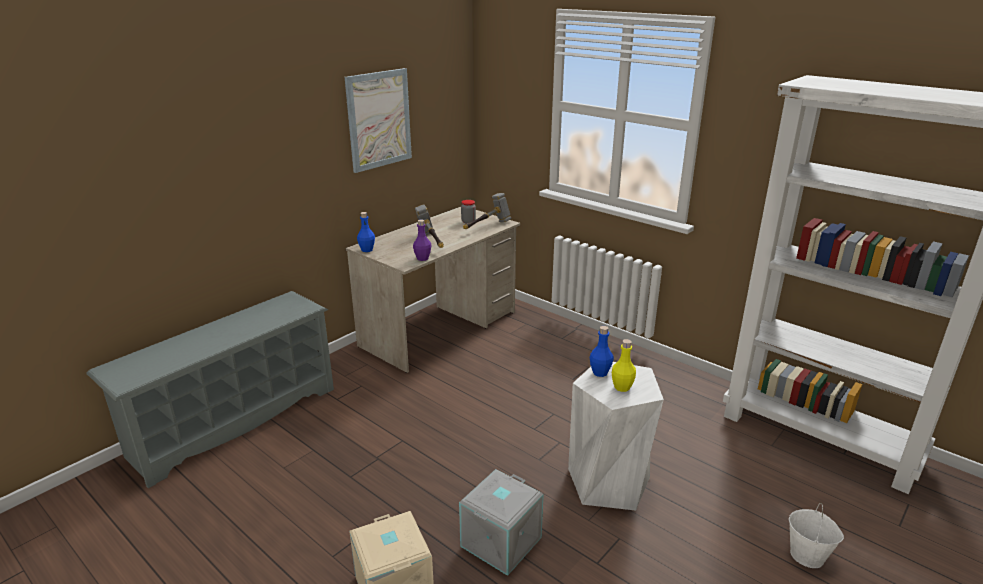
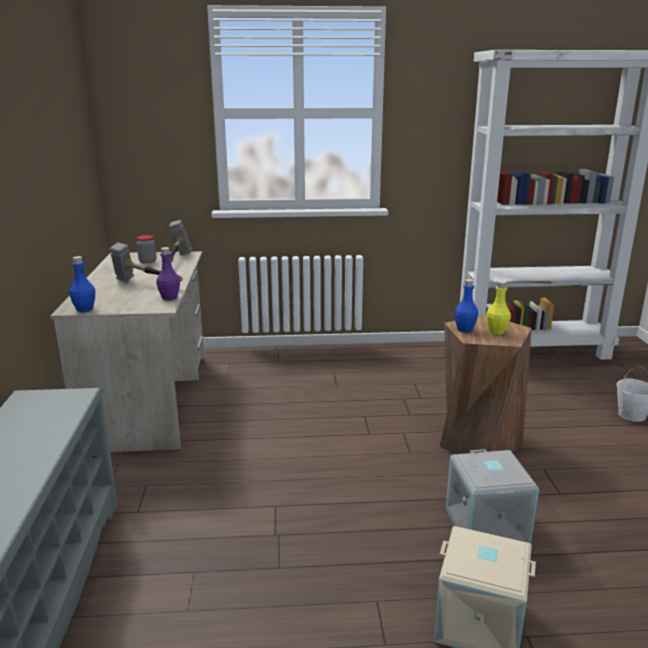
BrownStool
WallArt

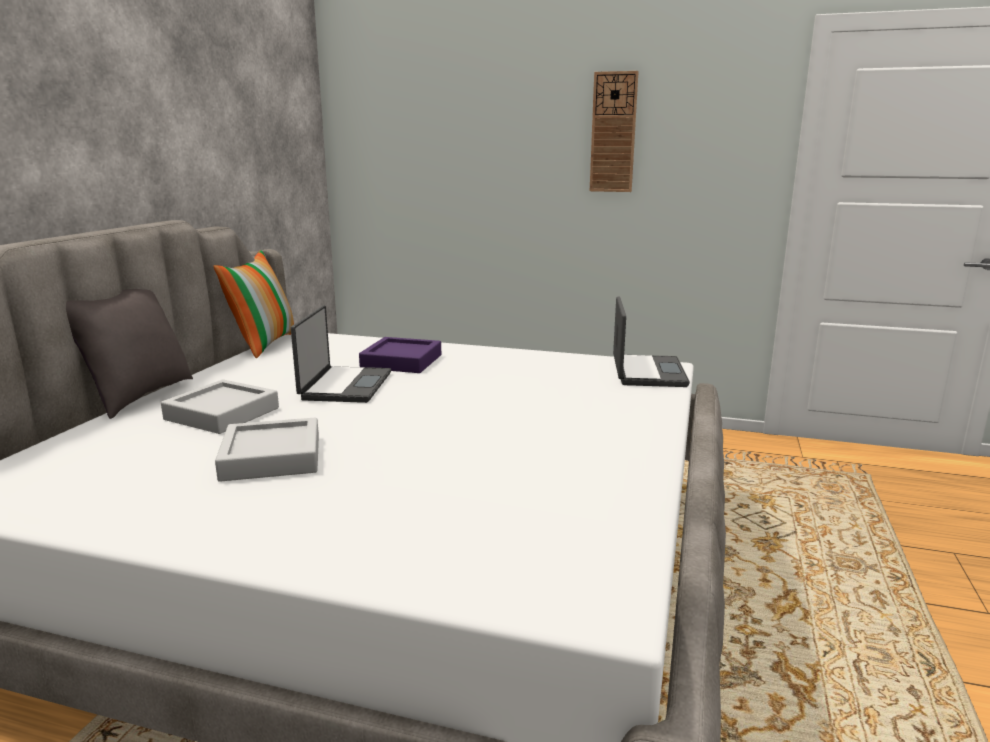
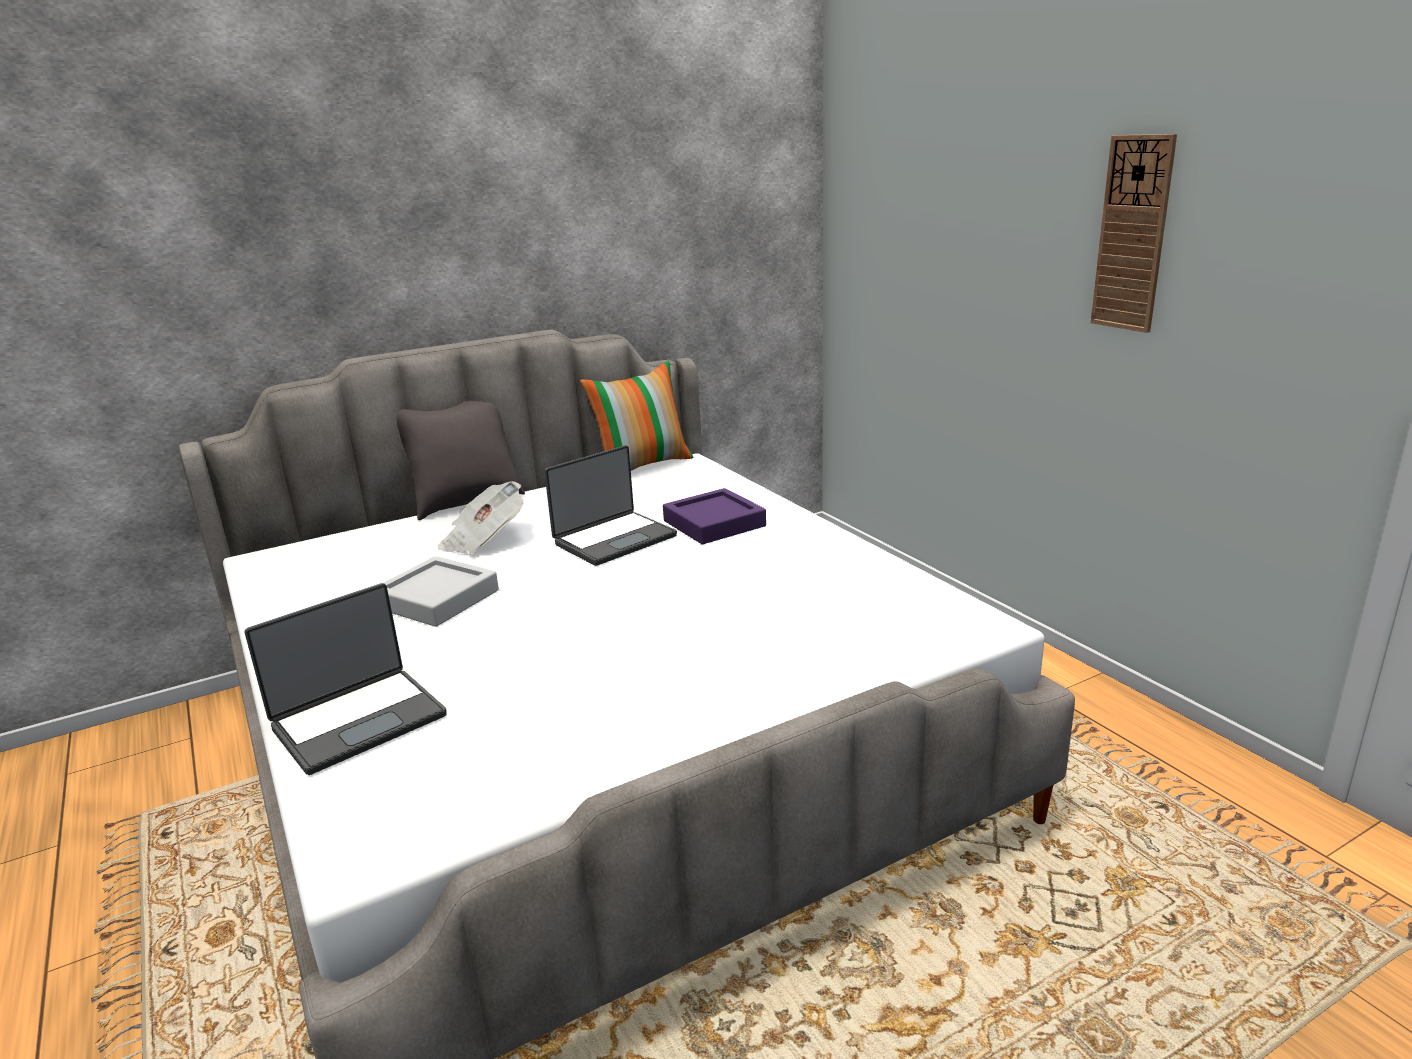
PortableComputer (no. 1 from left)
Newspaper

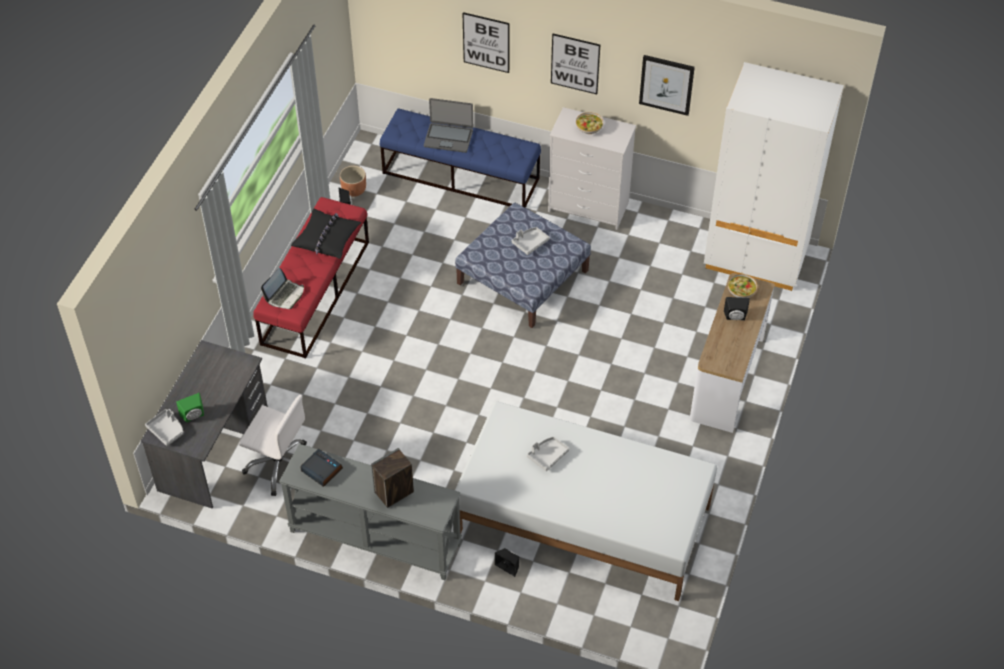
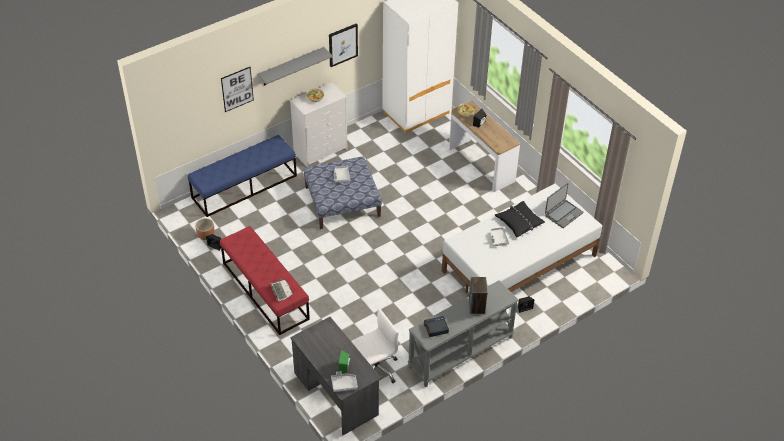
GreyishBracketShelf
BlackishThrowPillow
PortableComputer (no. 2 from left)

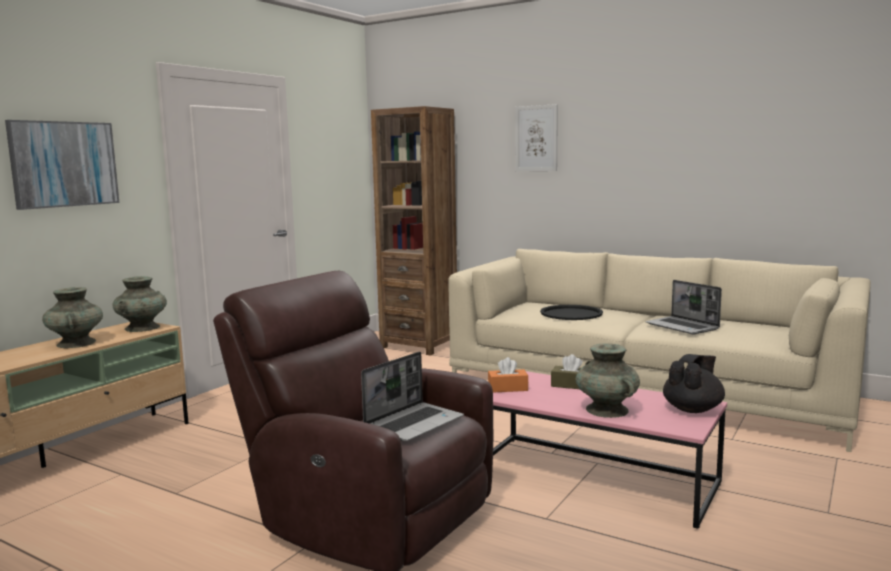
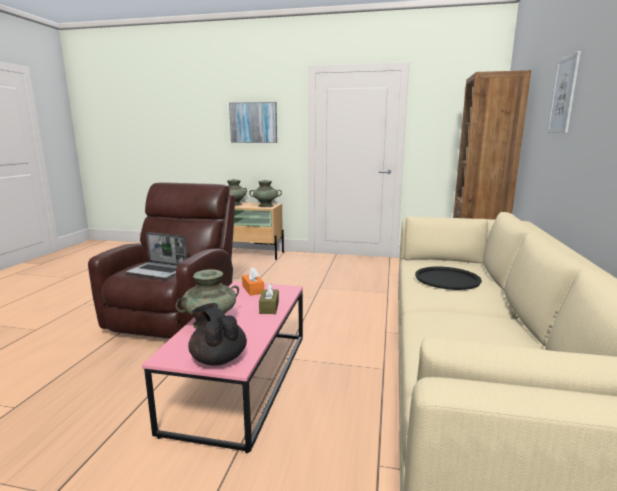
BlackishPotForTea
PortableComputer (no. 2 from left in the first image)

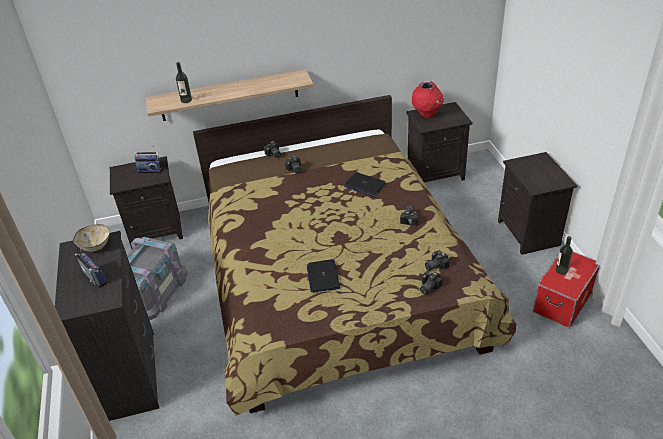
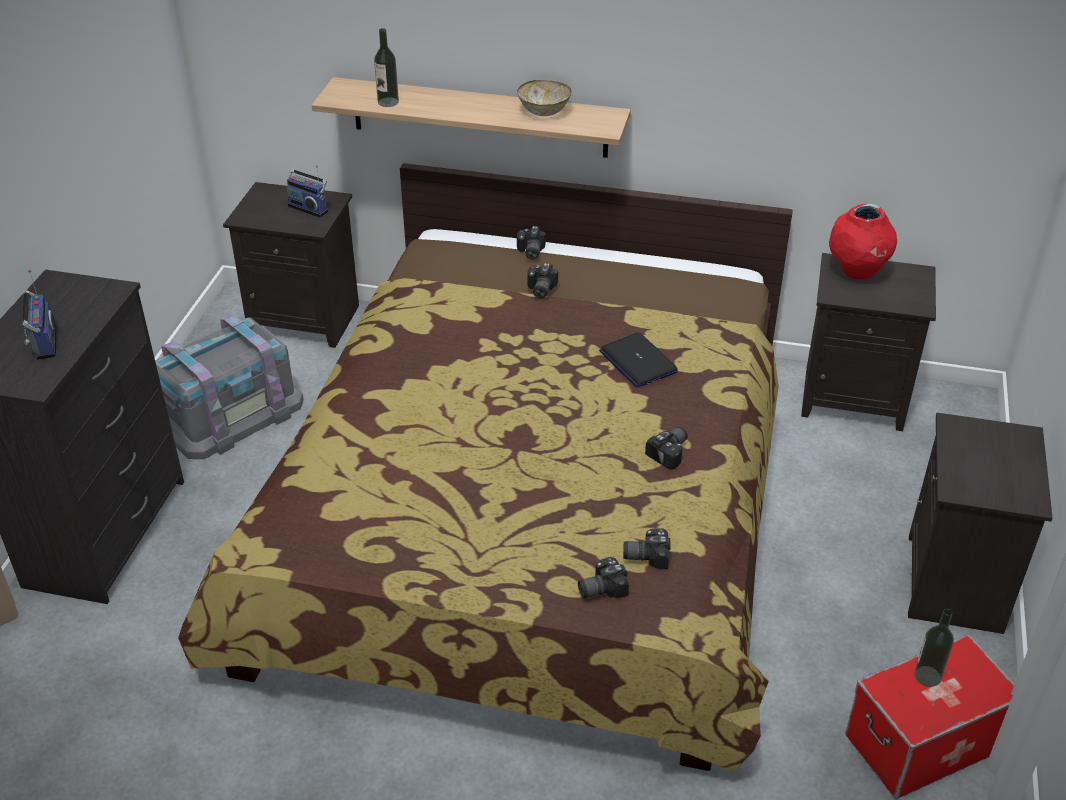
ServingBowl
PortableComputer (no. 1 from left in the first image)

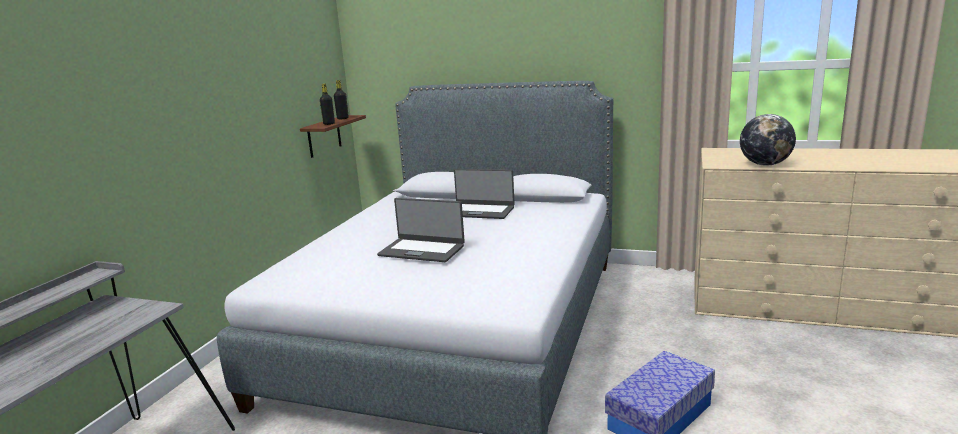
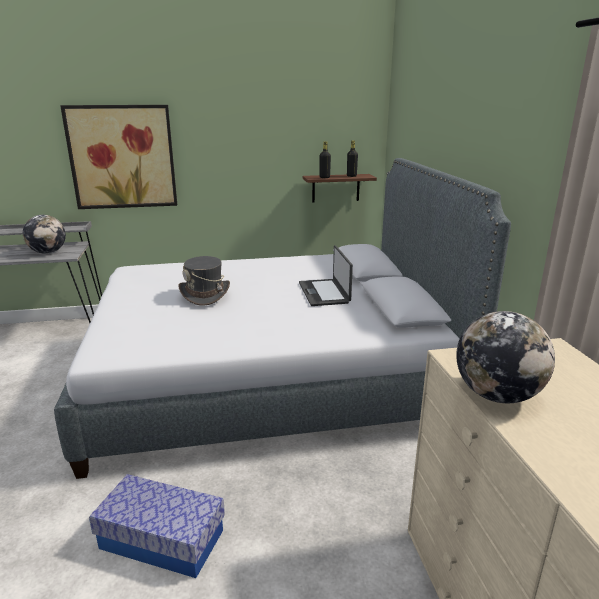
DeskGlobe (no. 1 from left)
WallArt
GreyishWearableHat

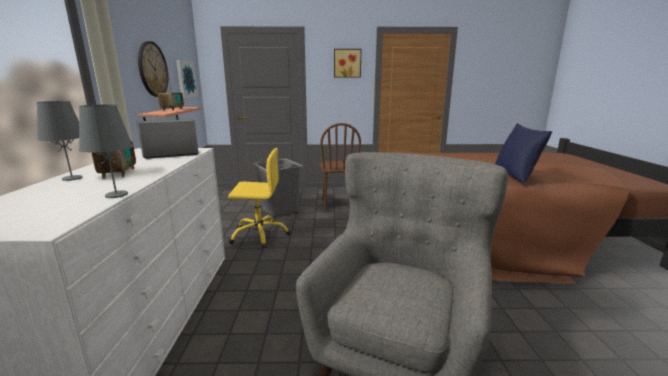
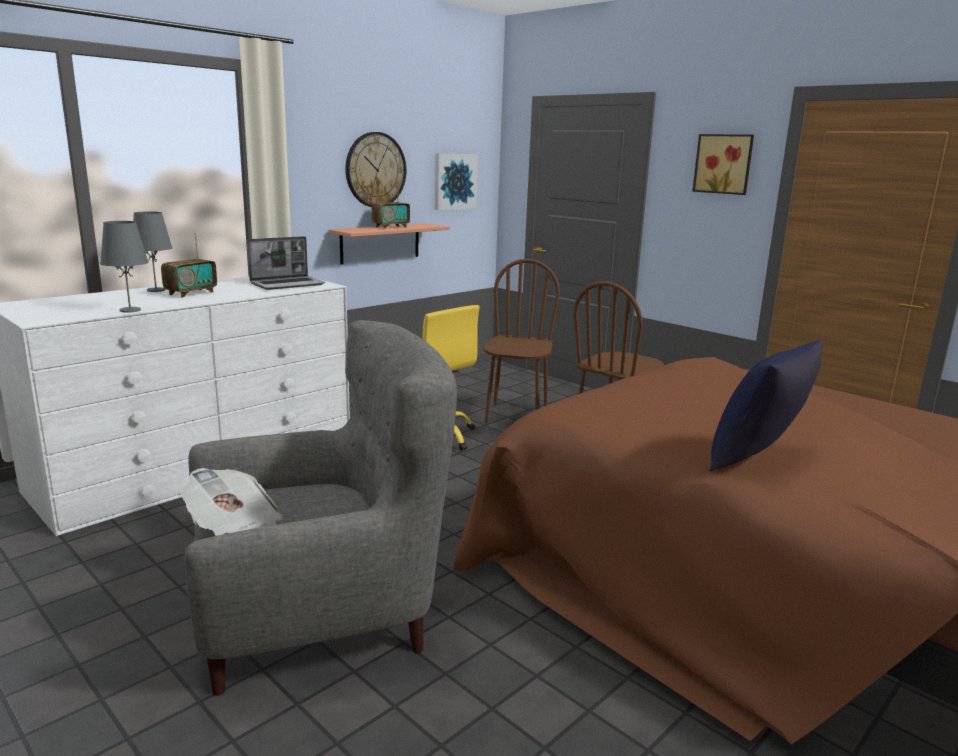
Newspaper
PortableComputer
BrownChair (no. 1 from left)

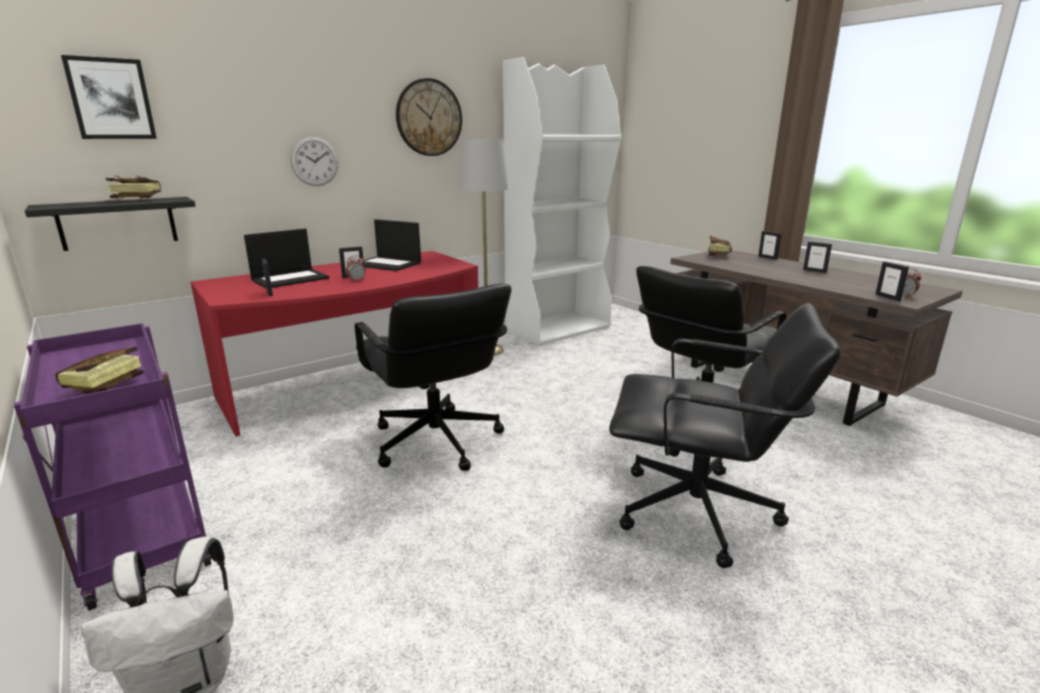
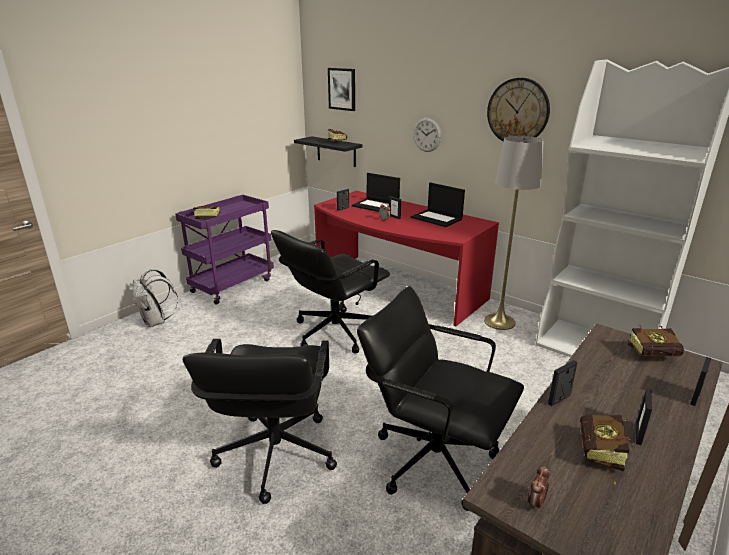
PortableComputer (no. 2 from left)
PictureFrame (no. 3 from left)
Volume (no. 3 from left)

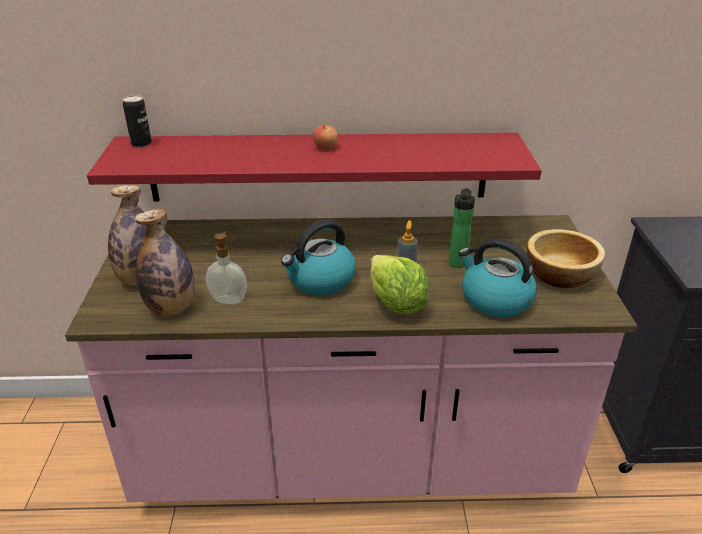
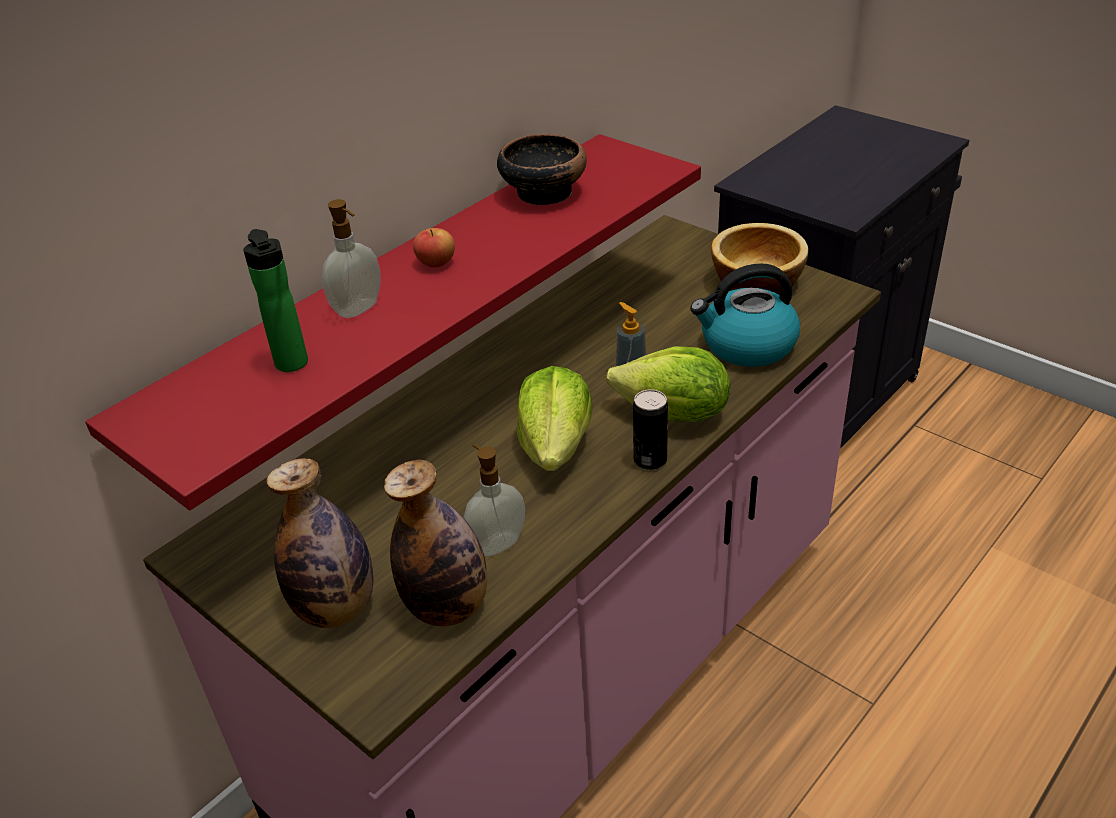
Bottle (no. 1 from left)
SoapDispenser (no. 1 from left)
ServingBowl (no. 1 from left)
LettuceHead (no. 1 from left)
SealedCan

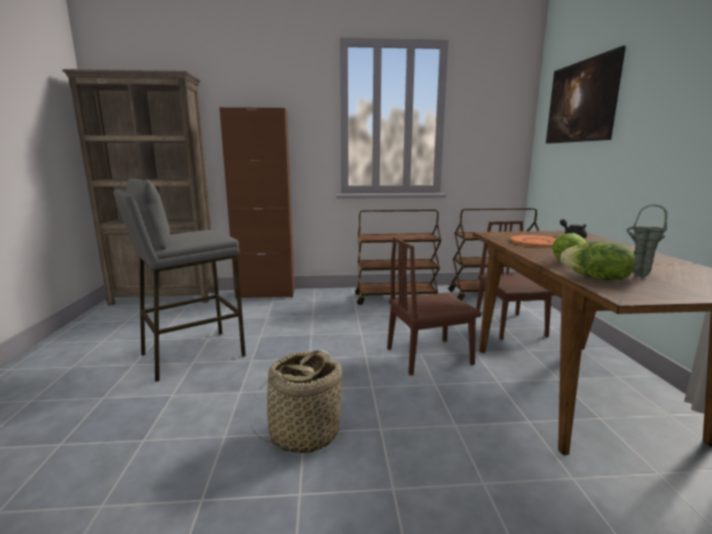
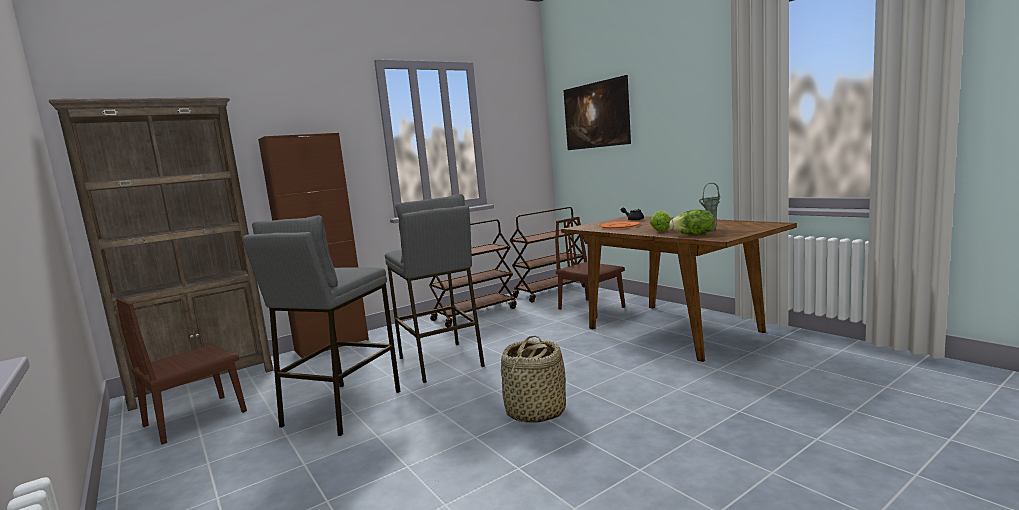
BrownChair (no. 1 from left)
GreyishStool (no. 2 from left)

